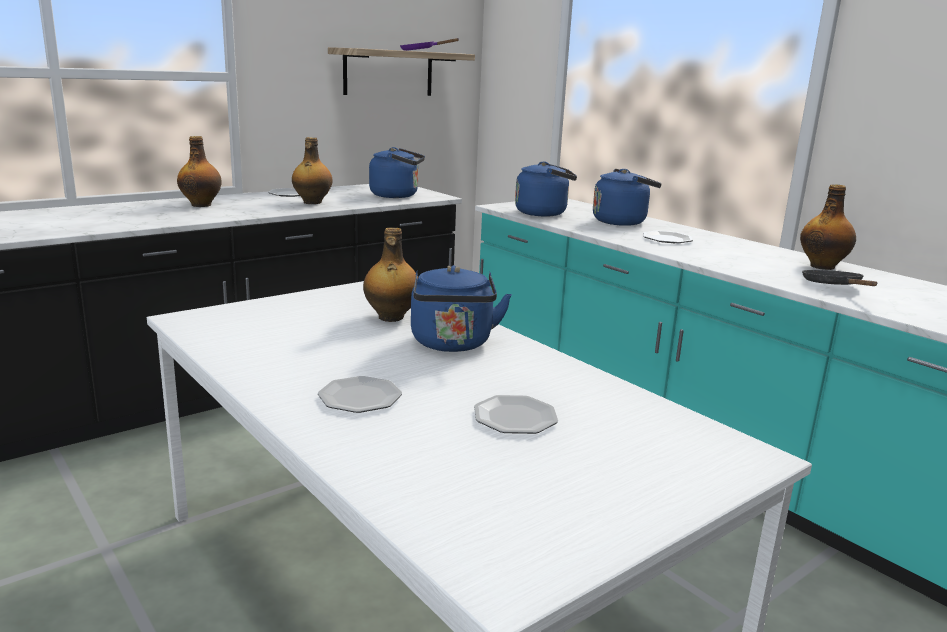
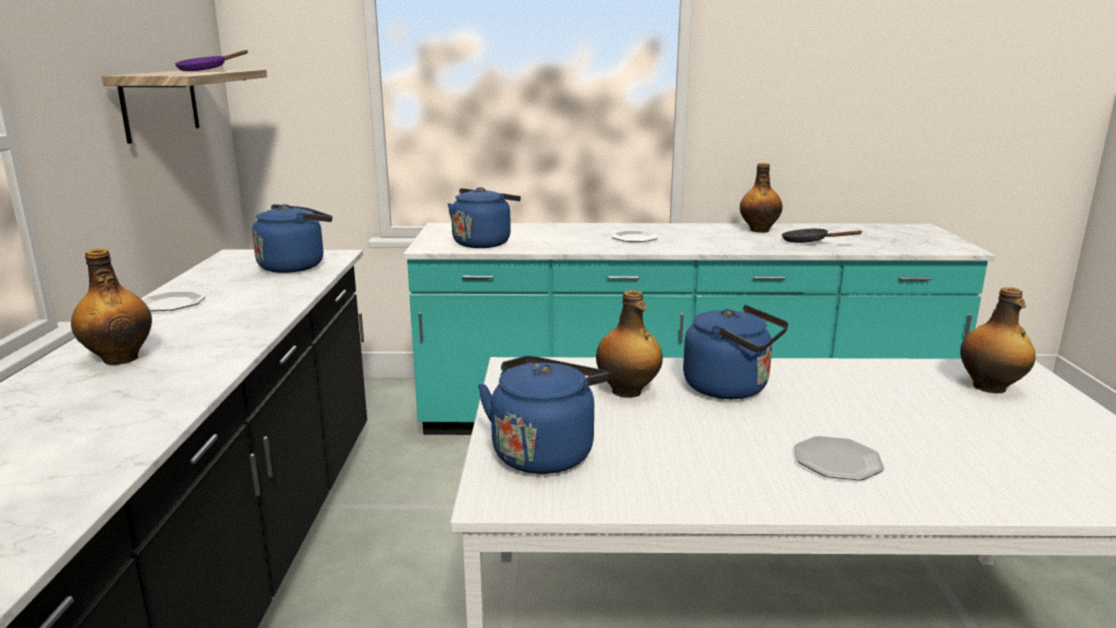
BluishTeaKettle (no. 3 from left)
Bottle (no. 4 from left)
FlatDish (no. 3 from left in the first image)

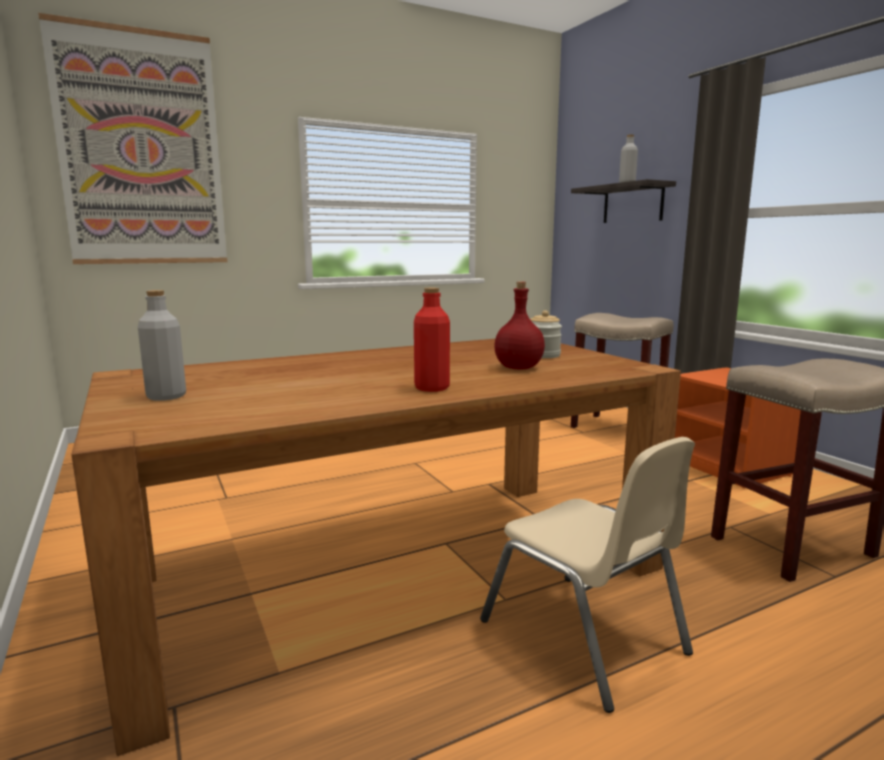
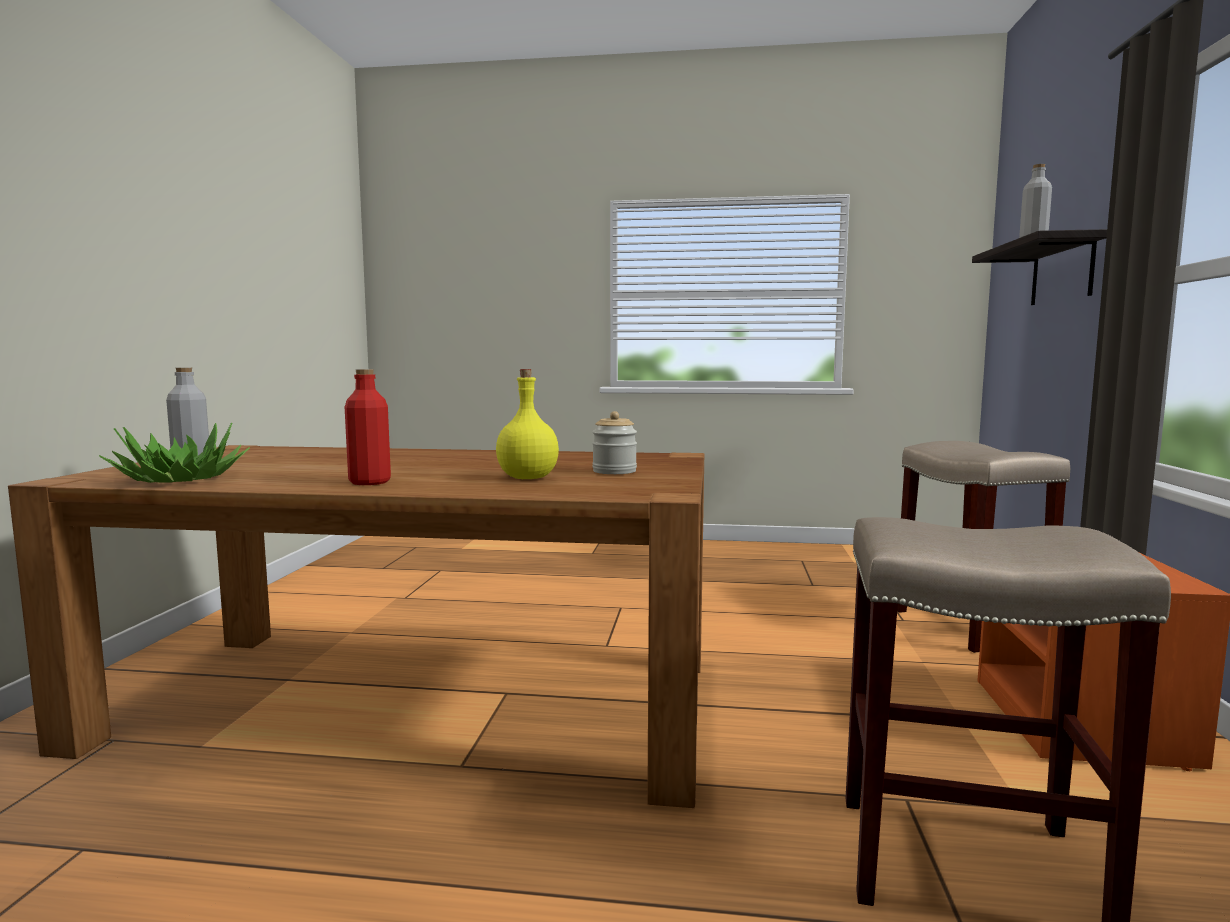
PottedPlant
YellowColouredBottle
WallArt
BeigeChair

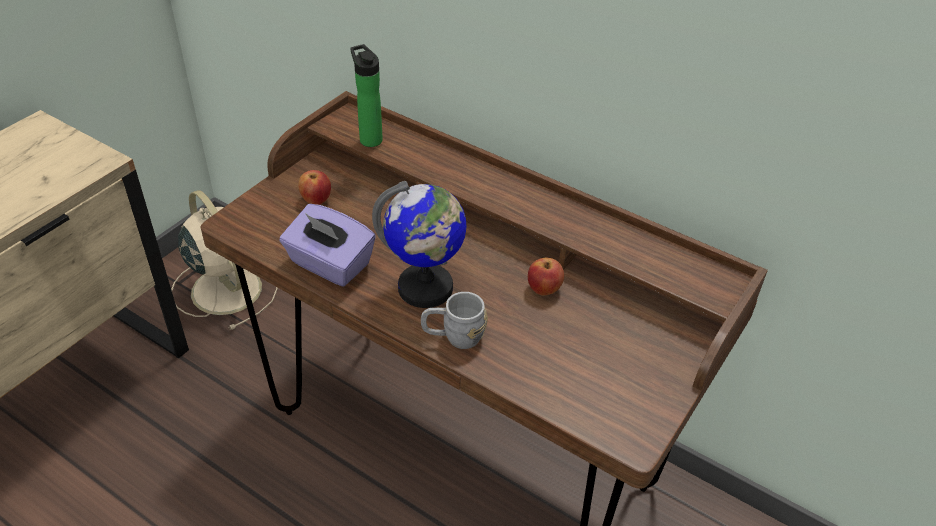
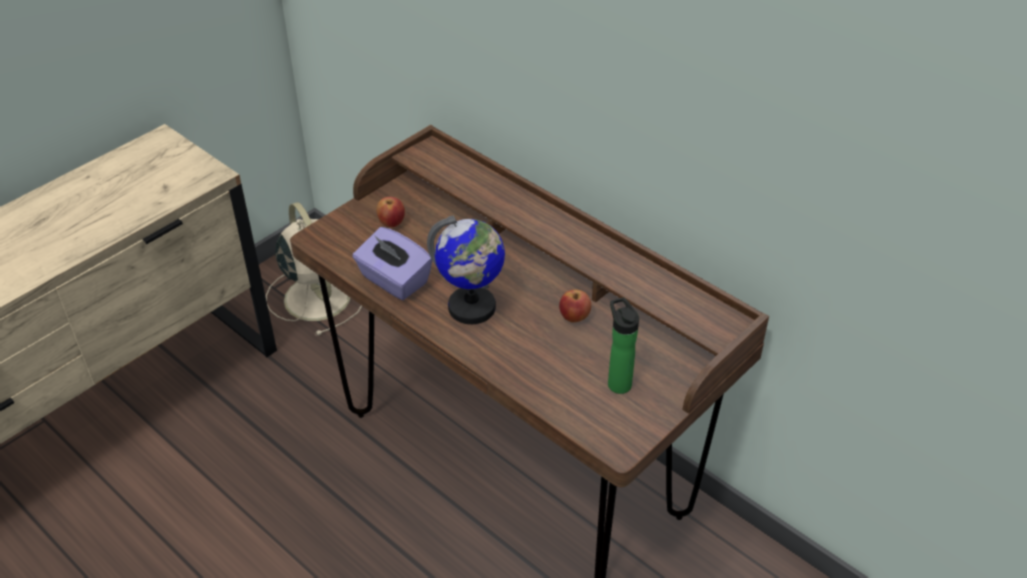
Bottle
GreyishTeaMug

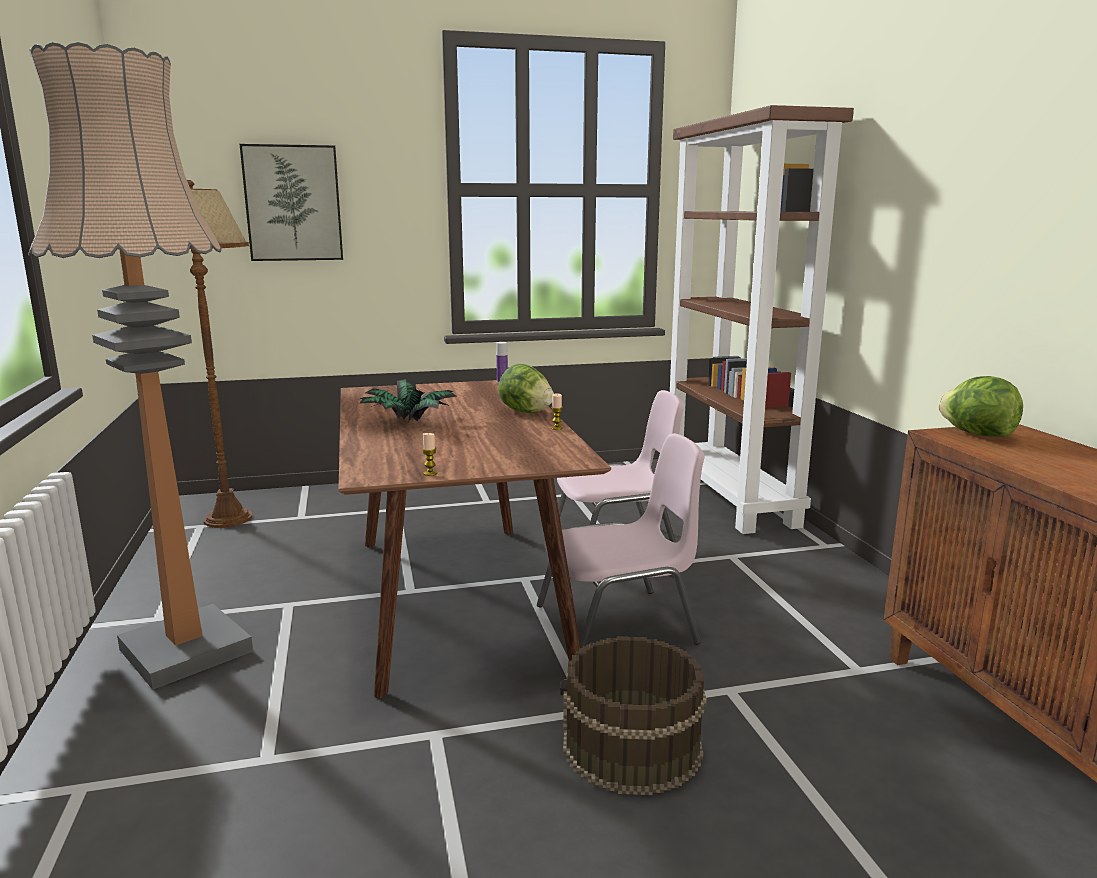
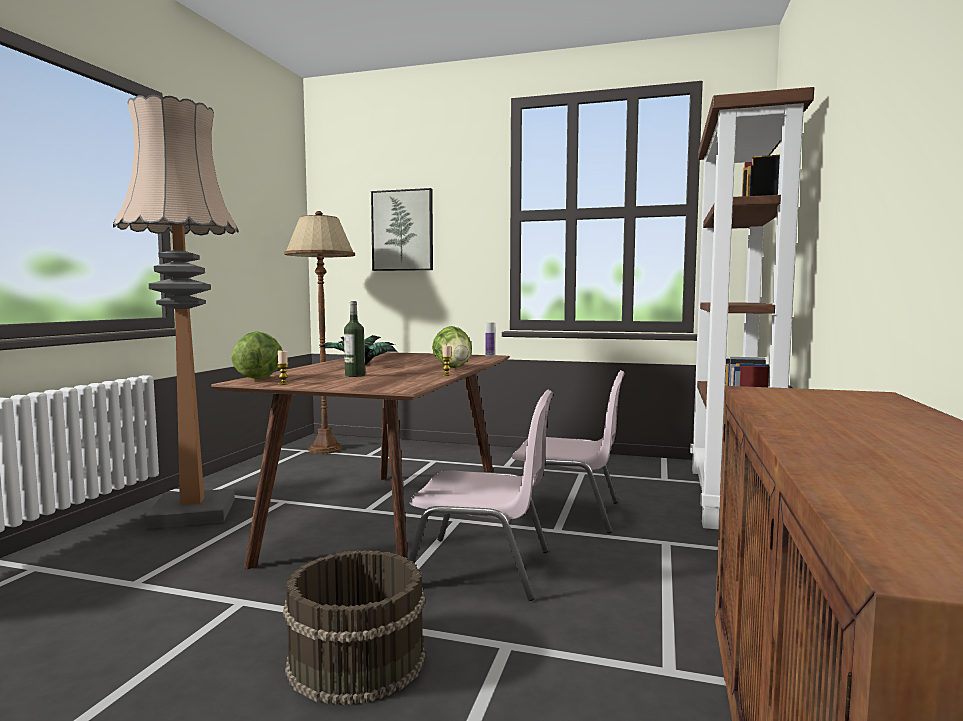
LettuceHead (no. 1 from left)
Bottle (no. 1 from left)

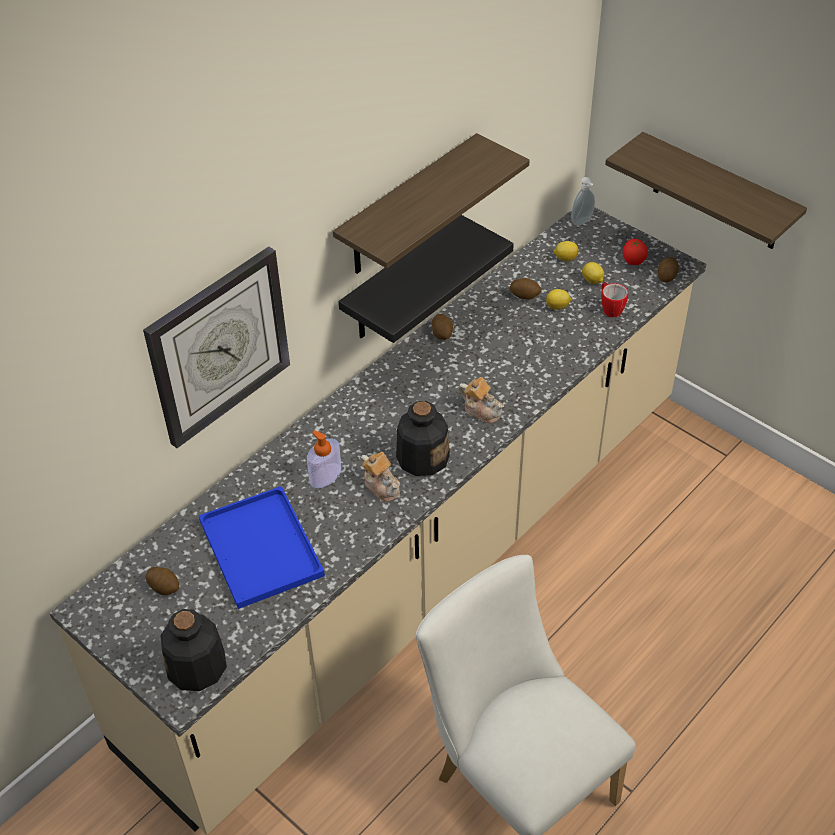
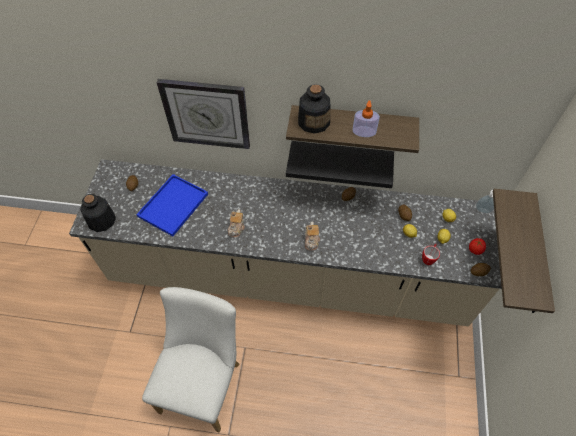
Bottle (no. 2 from left)
SoapDispenser (no. 1 from left)

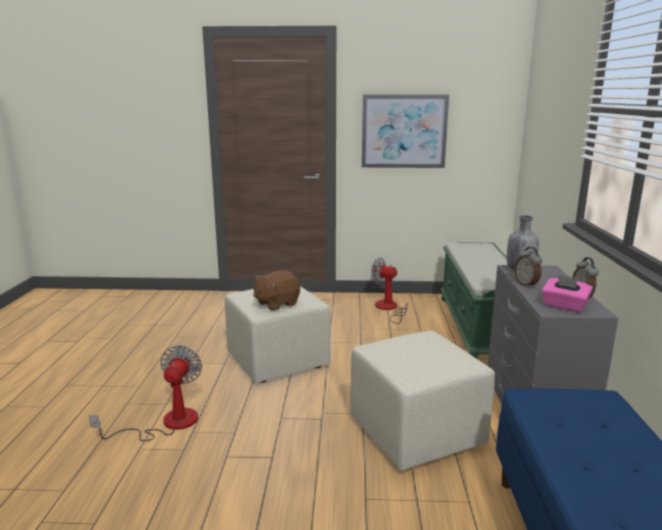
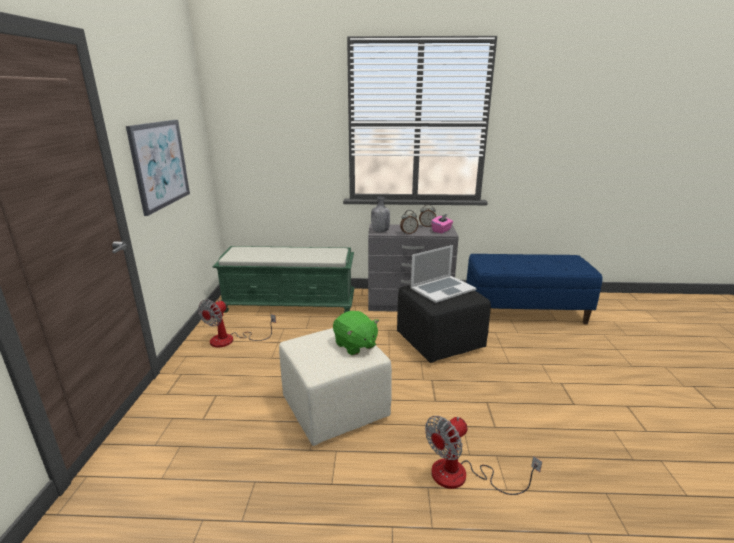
GreenColouredPlushToy
BlackishFootrest
PortableComputer
CoolingFan (no. 2 from left)

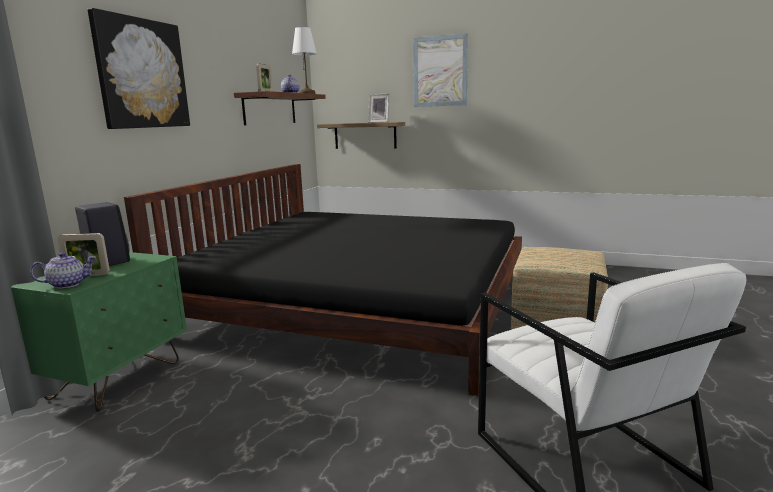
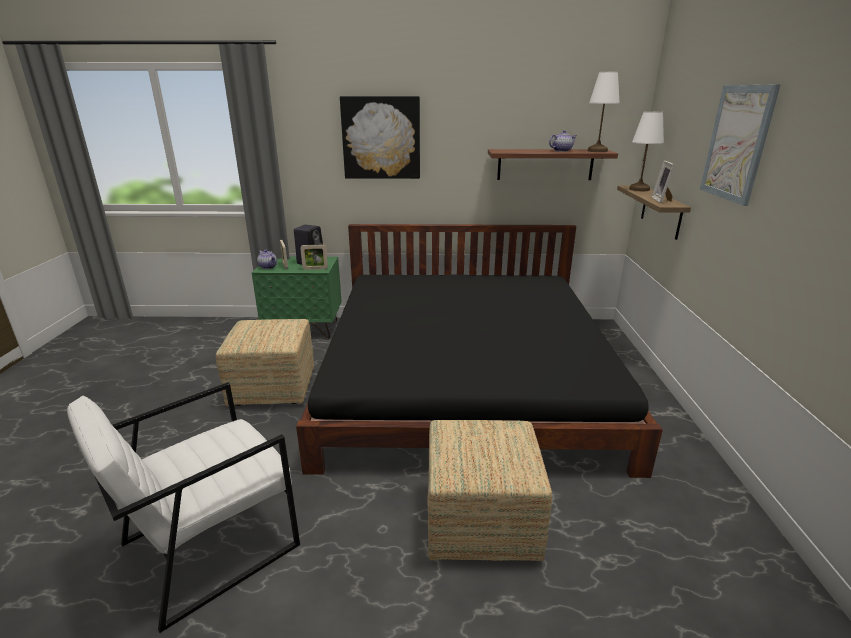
Footrest (no. 1 from left)
PictureFrame (no. 2 from left)
WhitishLampForATable (no. 2 from left)

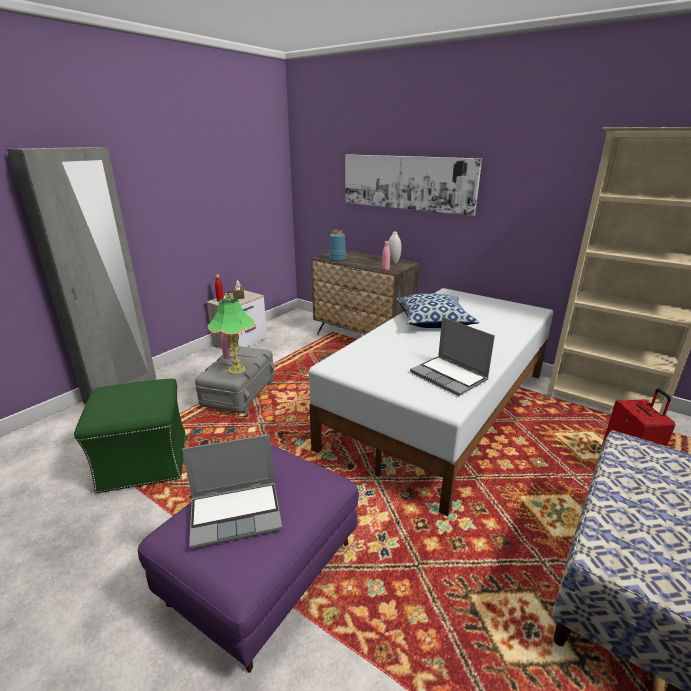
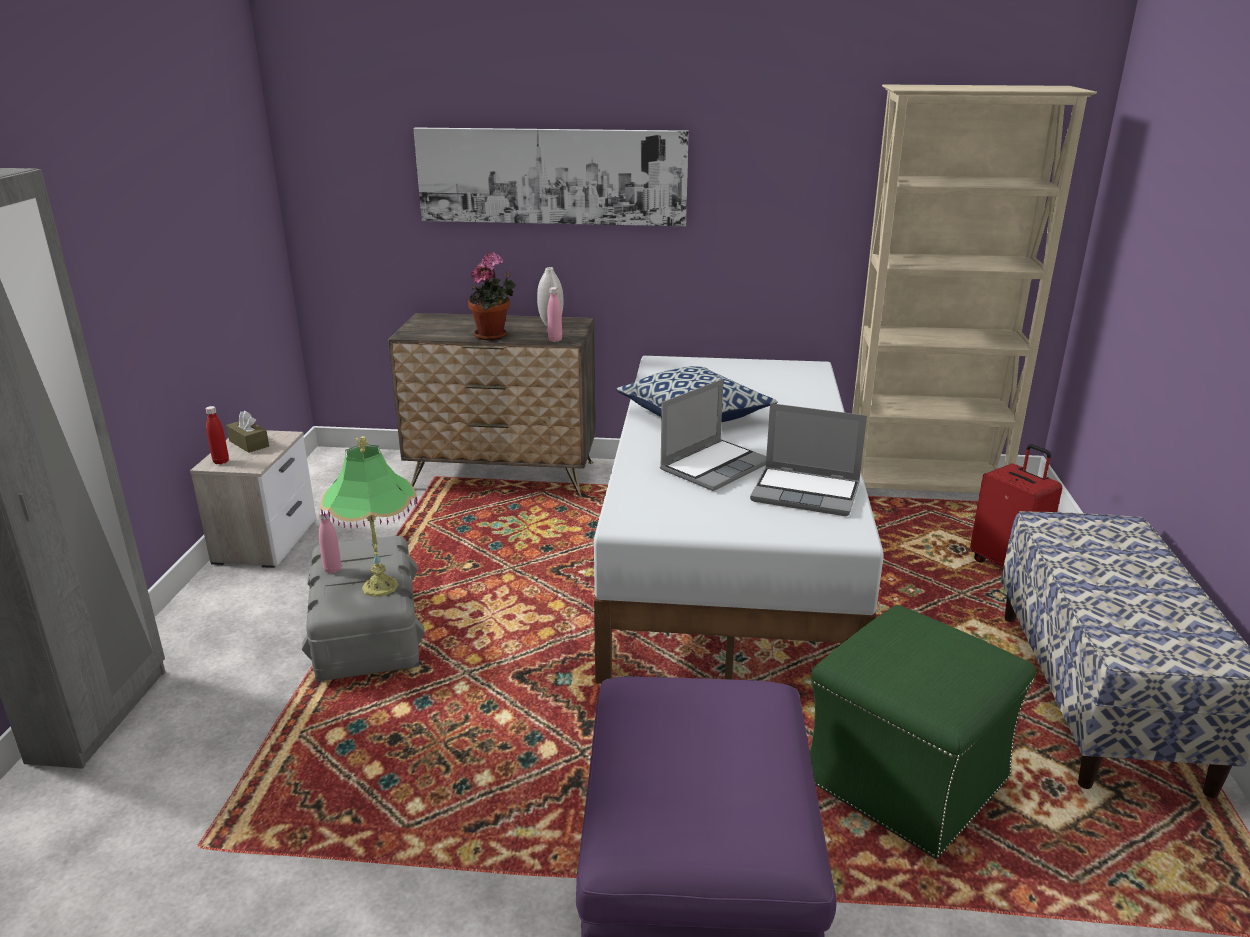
PottedPlant
PortableComputer (no. 1 from left)
GreenColouredFootrest
BluishDecorativeVase

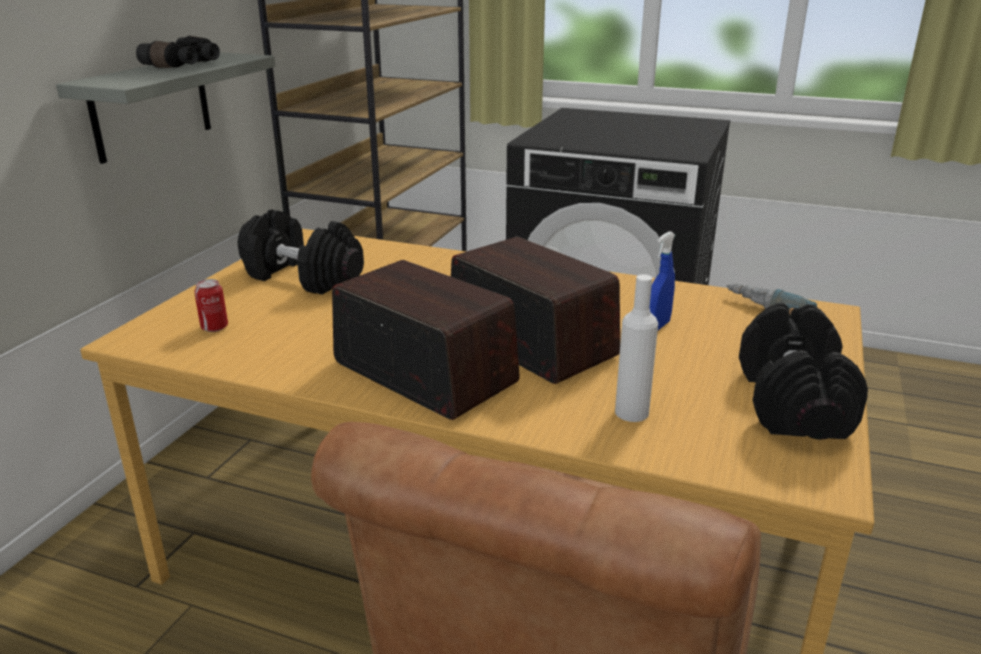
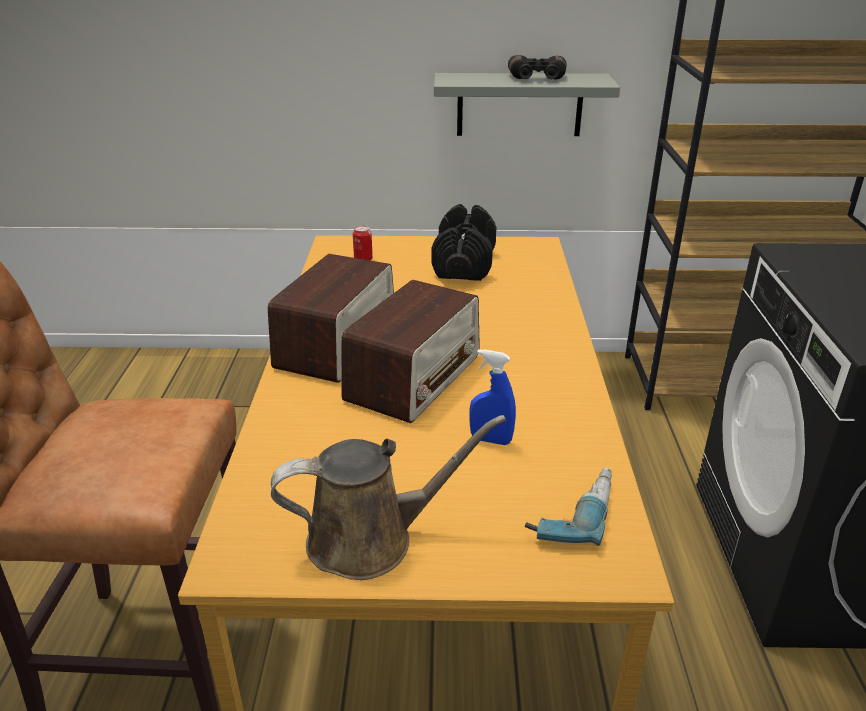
BrownSprinklingCan
WhitishBottle

